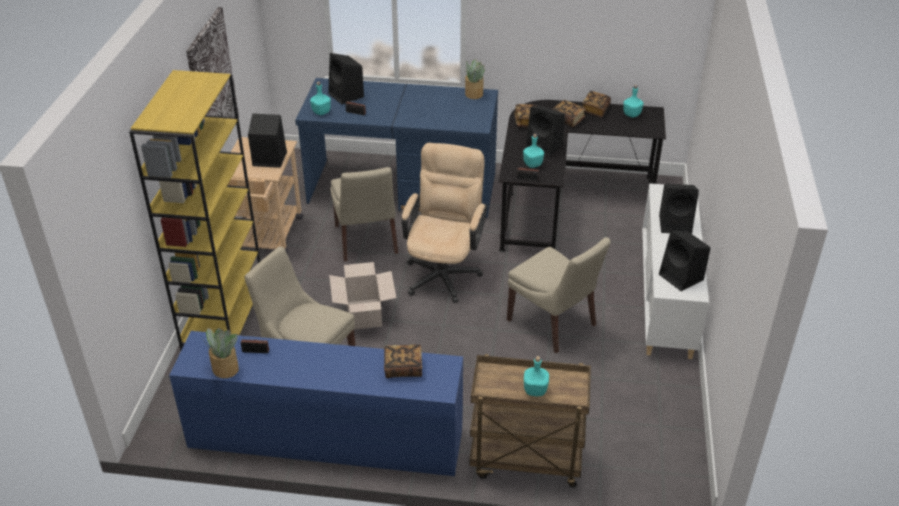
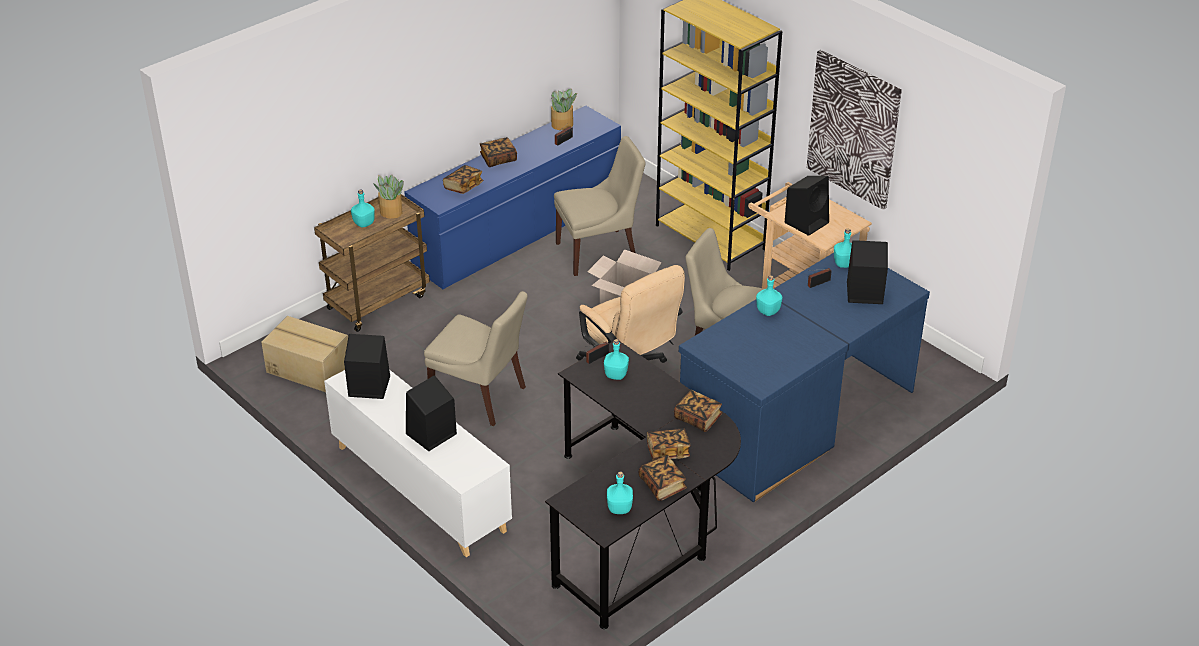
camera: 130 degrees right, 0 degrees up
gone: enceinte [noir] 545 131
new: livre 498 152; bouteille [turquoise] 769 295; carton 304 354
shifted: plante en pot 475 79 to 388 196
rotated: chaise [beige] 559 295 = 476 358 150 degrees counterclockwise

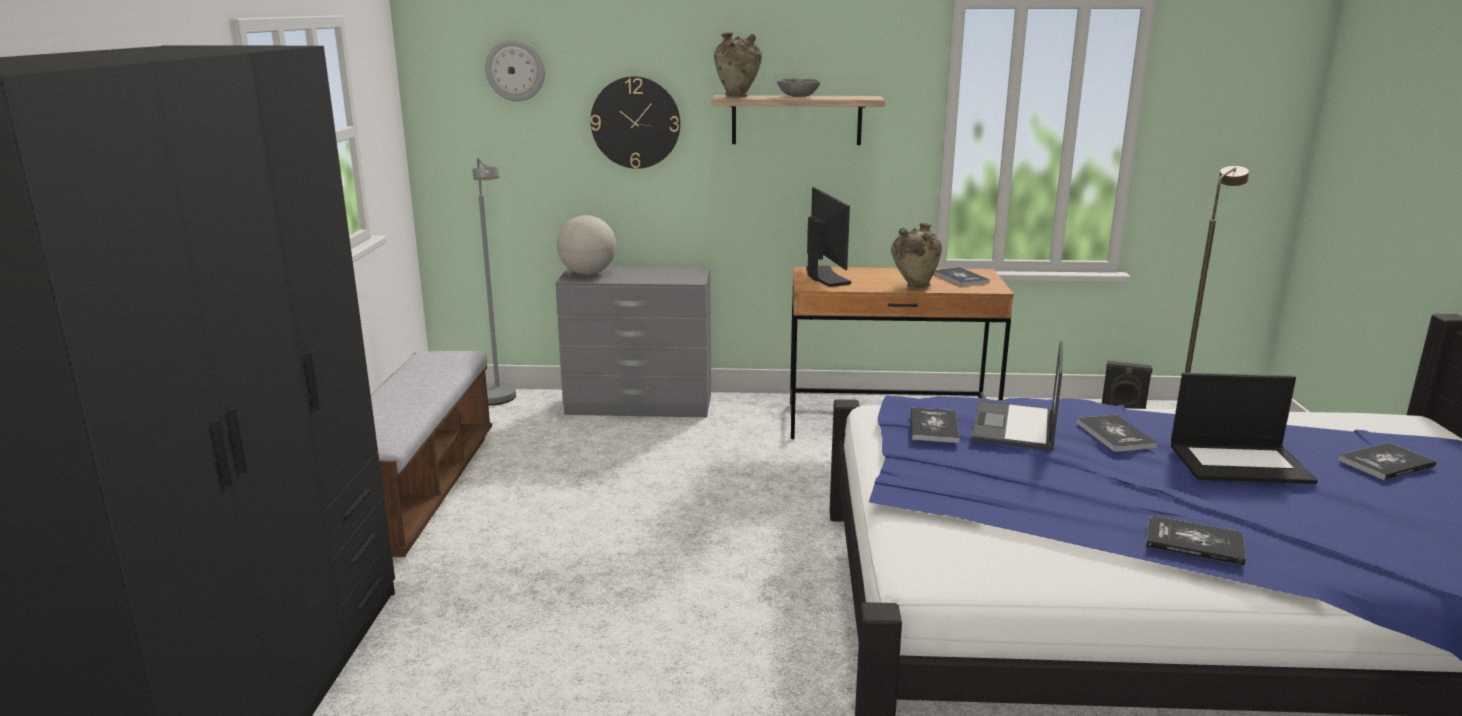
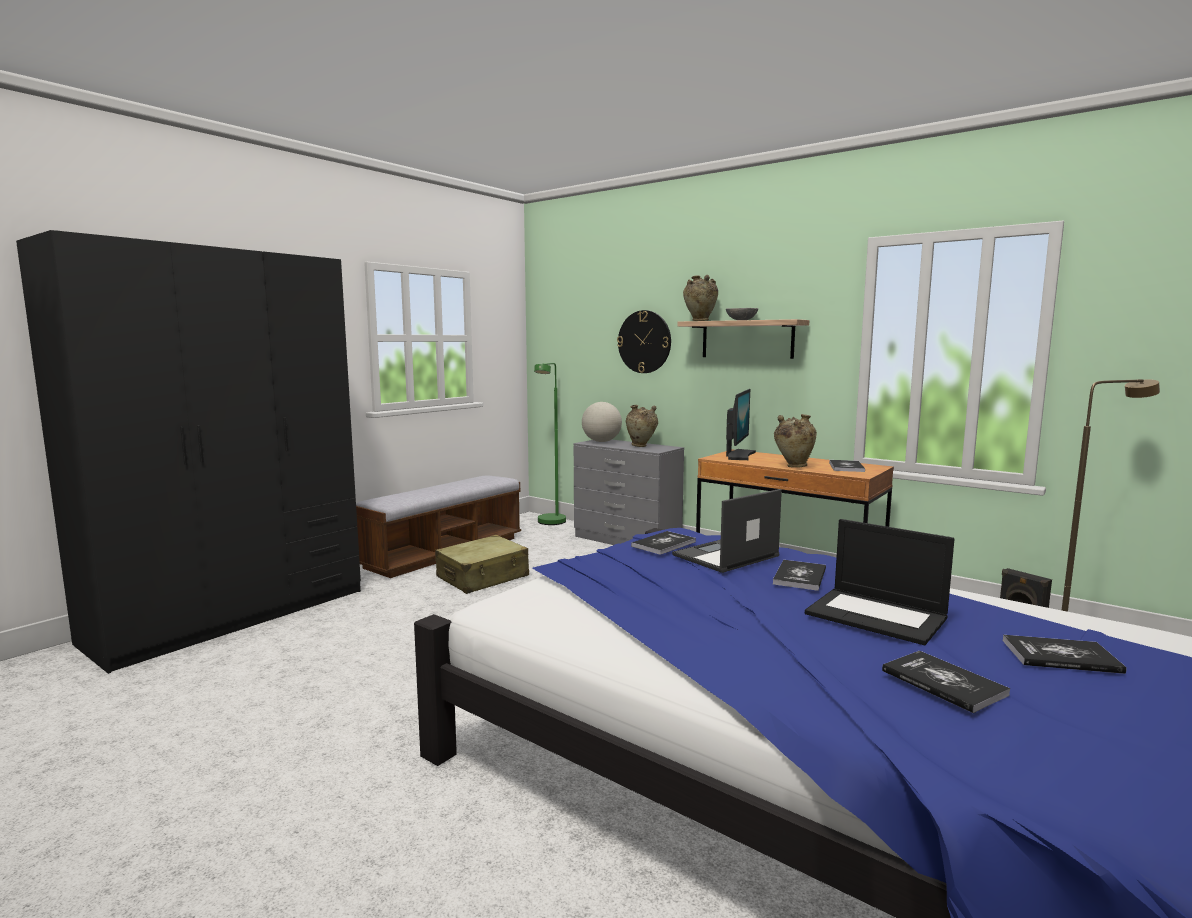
camera: 35 degrees right, 10 degrees down
gone: horloge murale 515 70
new: vase [beige] 642 426; valise [beige] 482 564
shifted: livre 1196 540 to 946 682
repainted: lampadaire [gris] 494 281 to lampadaire [vert] 550 444

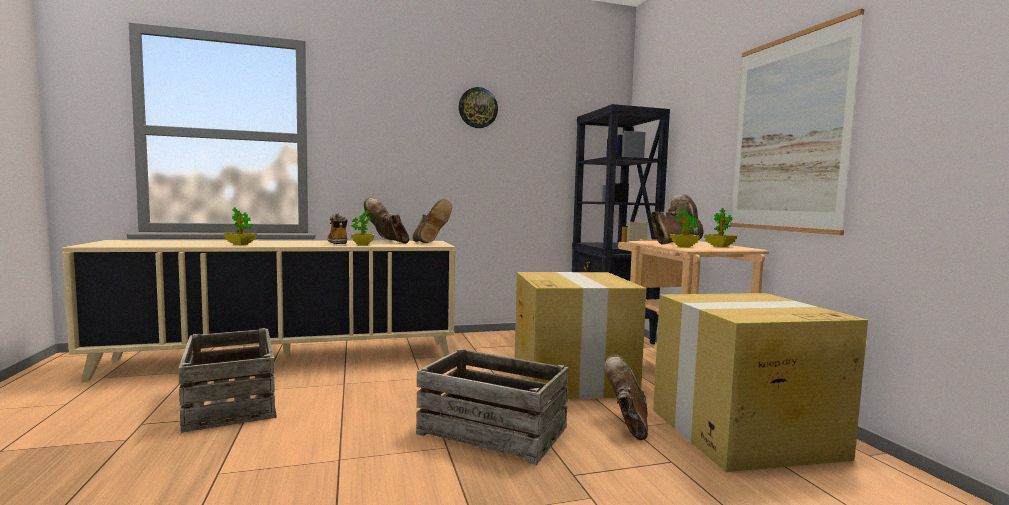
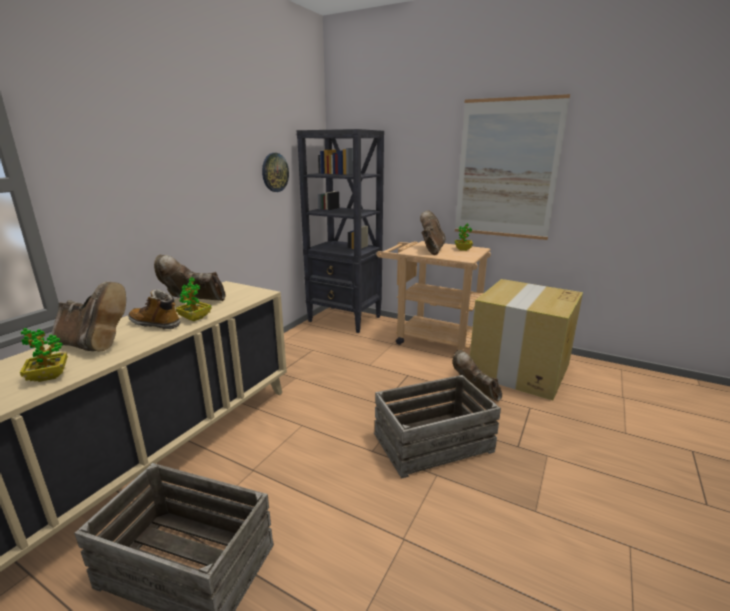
camera: 45 degrees left, 15 degrees up
gone: plante en pot 685 227; carton 581 335
shifted: horloge murale 478 107 to 275 172; botte [marron] 432 221 to 89 316

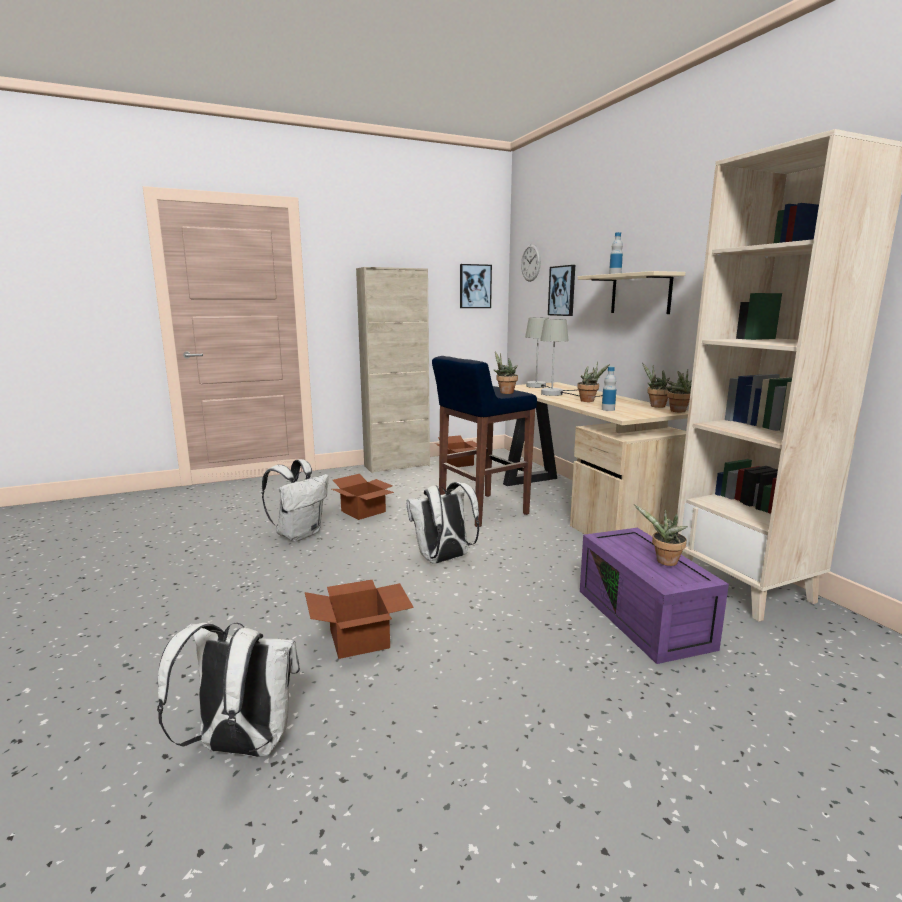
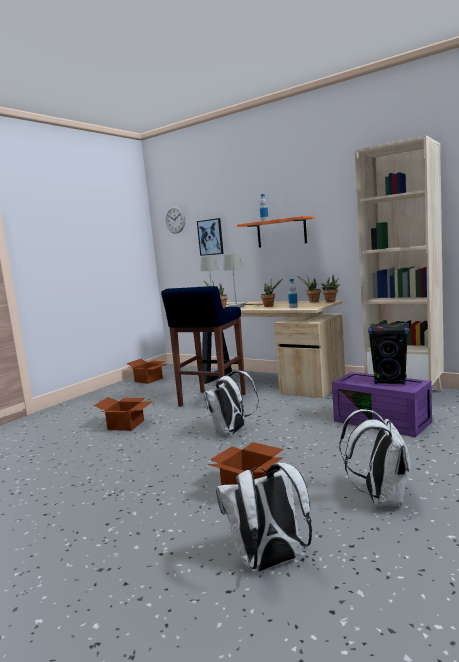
camera: 30 degrees left, 5 degrees down
gone: tableau 476 286; meuble de rangement [beige] 393 370
shifted: sac à dos [blanc] 295 500 to 375 458
swapped: plante en pot 661 535 to enceinte [noir] 388 353
repainted: étagère [beige] 631 292 to étagère [orange] 275 232

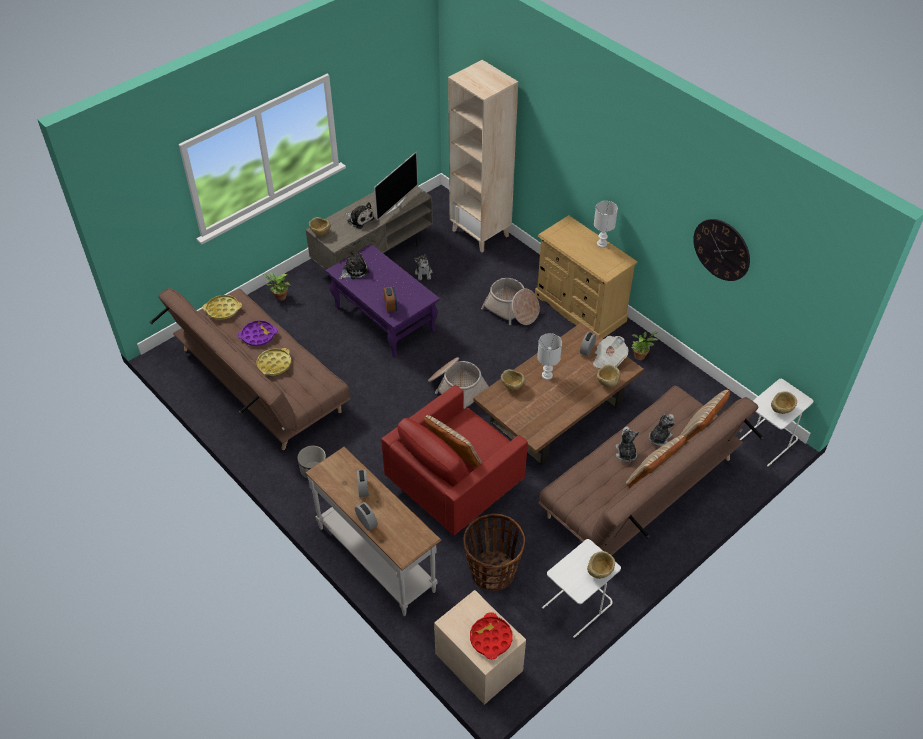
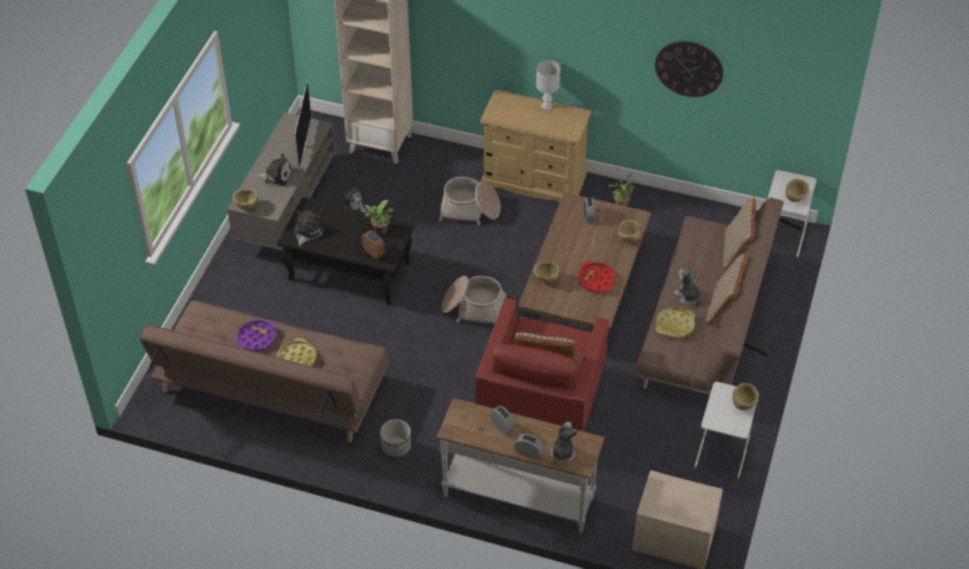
camera: 30 degrees left, 0 degrees up
gone: lampe de table [blanc] 549 356; journal 610 352; panier 494 552
shifted: plante en pot 277 286 to 377 217; plateau [jaune] 222 307 to 675 322; peluche 662 430 to 564 442; plateau [rouge] 491 635 to 597 276
repainted: table basse [violet] 383 300 to table basse [noir] 346 251

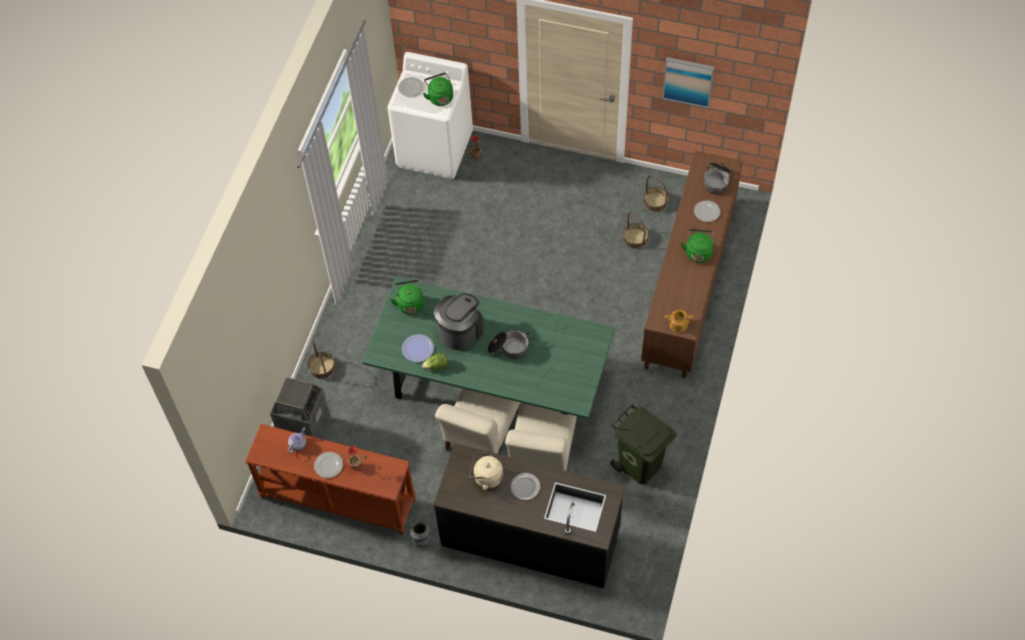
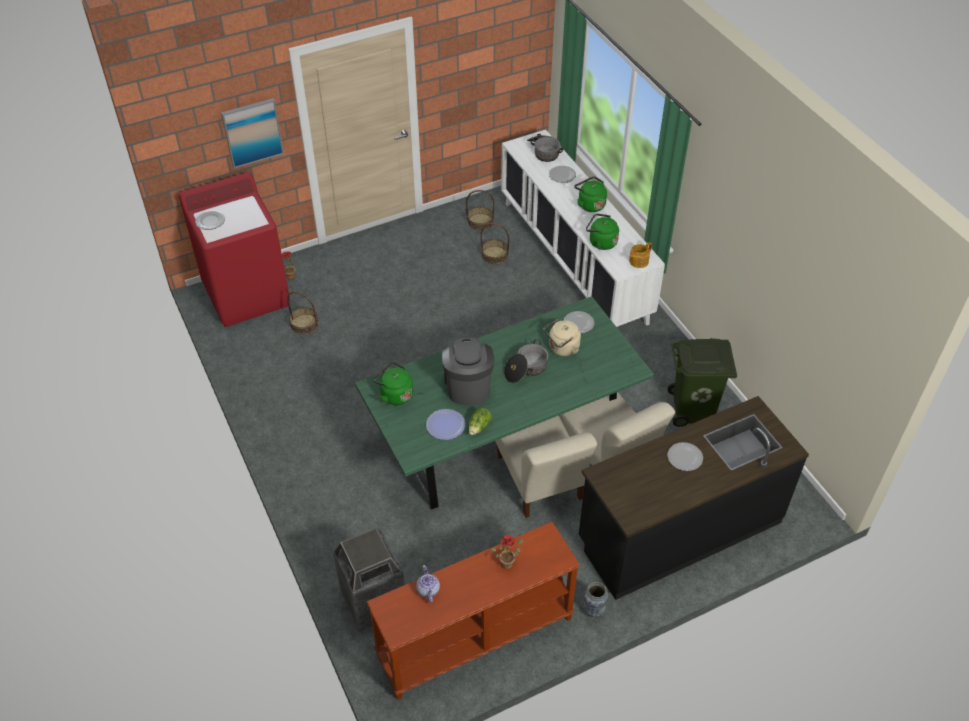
camera: 45 degrees left, 10 degrees down
shifted: tableau 688 82 to 252 133; bouilloire [vert] 438 89 to 602 231; panier 322 359 to 303 313; assiette 328 465 to 579 322; bouilloire [beige] 486 471 to 562 337
repainted: lave-linge [blanc] 430 115 to lave-linge [rouge] 234 249; meuble de rangement [marron] 692 264 to meuble de rangement [blanc] 583 228

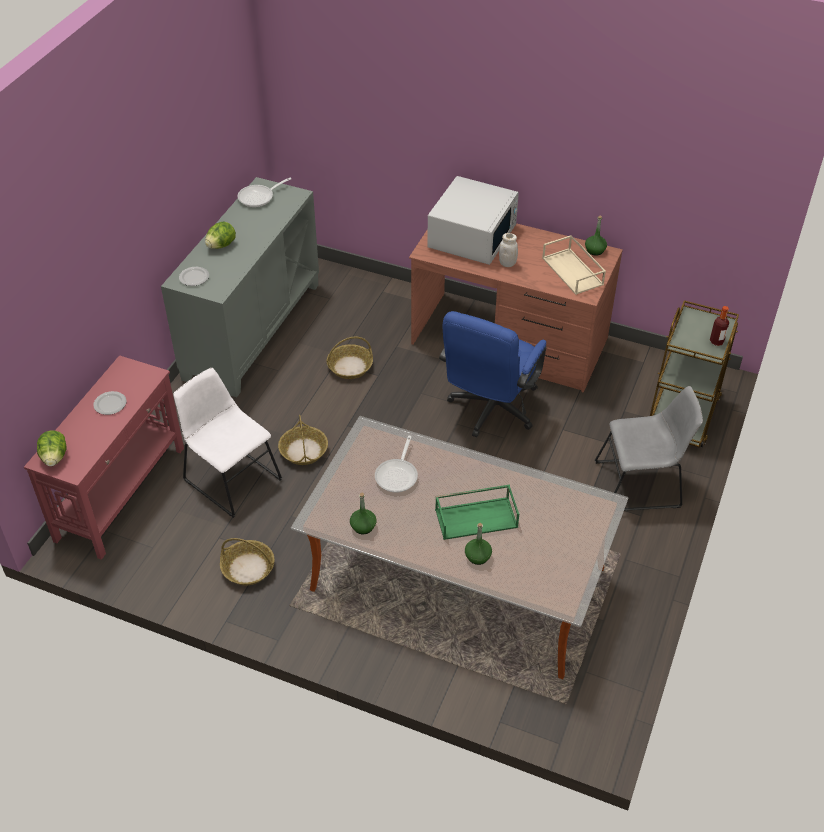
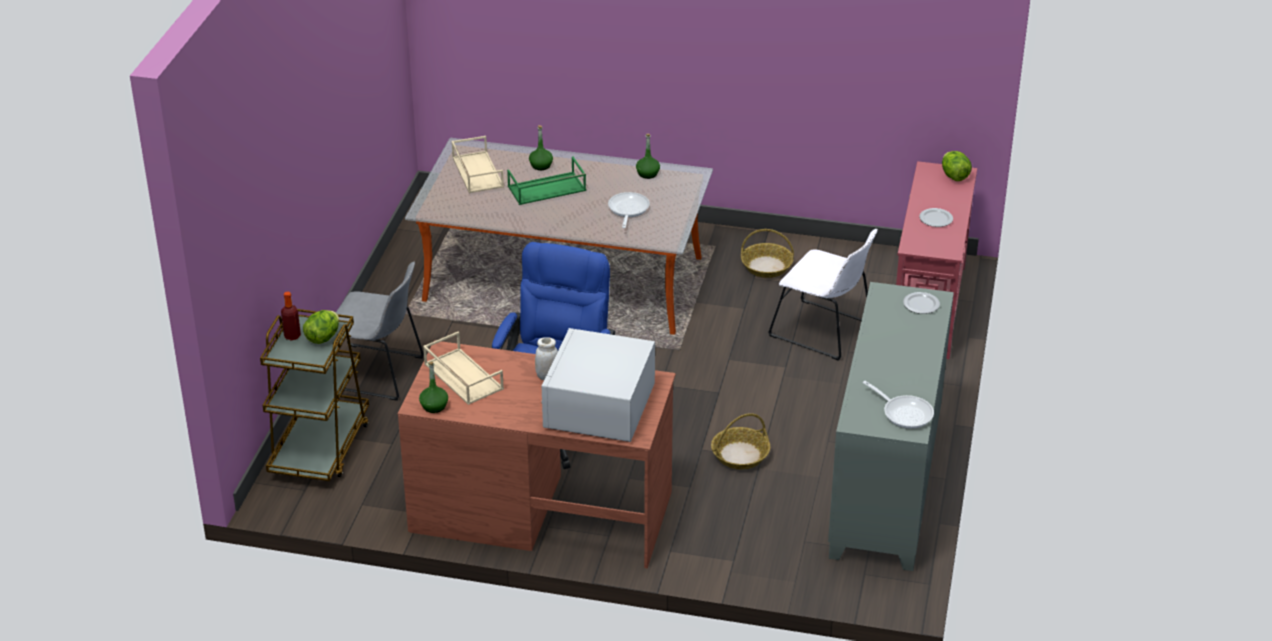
camera: 170 degrees right, 10 degrees down
gone: panier 303 440
new: plateau [beige] 478 164
shifted: laitue 220 235 to 321 327
rotated: poêle 264 192 = 898 405 90 degrees clockwise; chaise [gris] 649 448 = 380 331 150 degrees counterclockwise

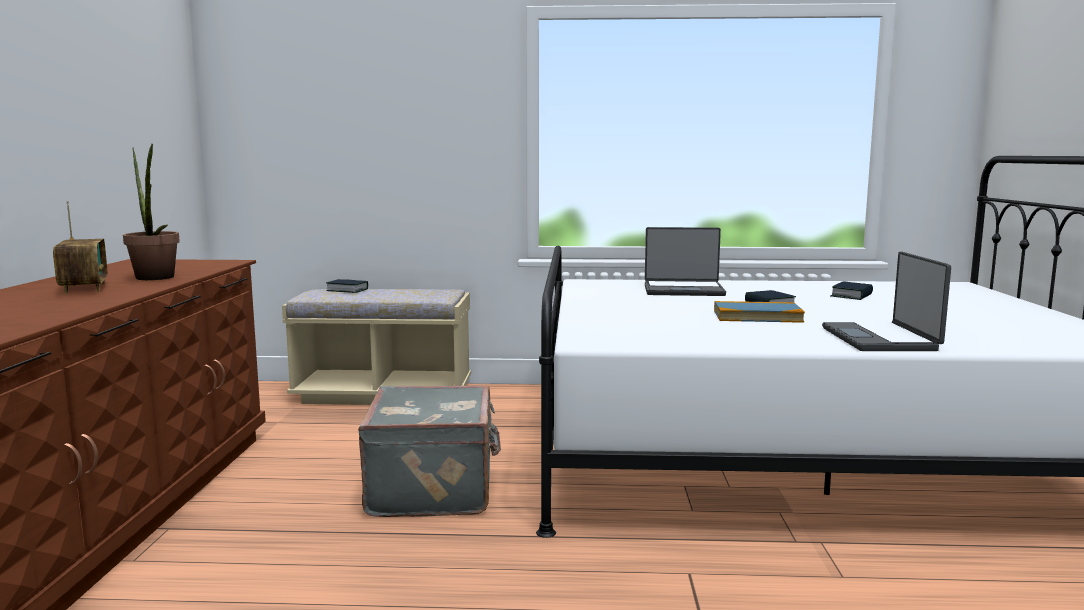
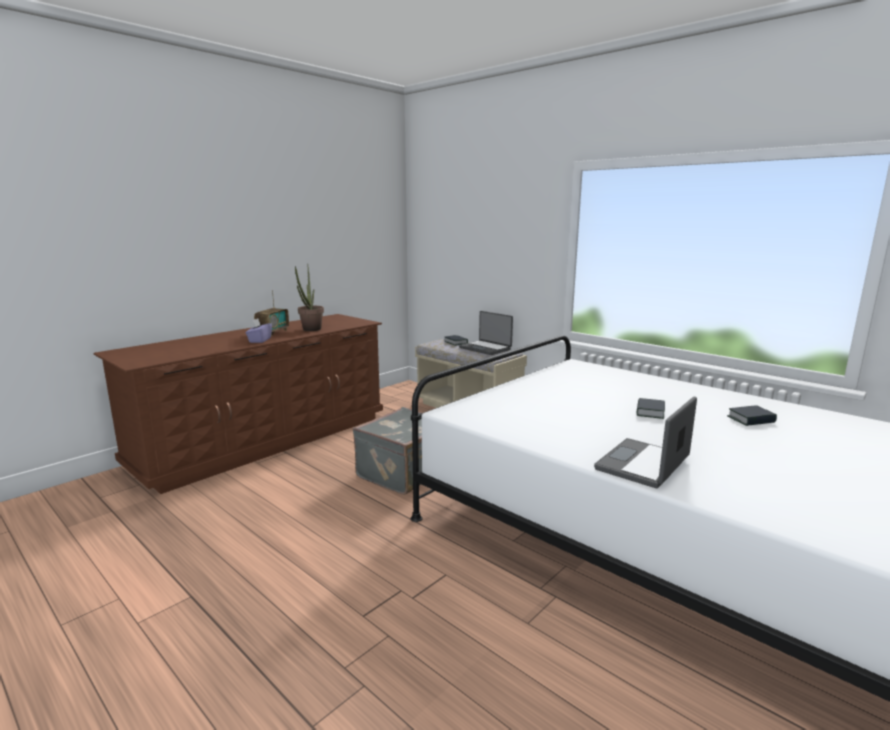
camera: 40 degrees right, 5 degrees up
gone: livre 759 312
new: boîte à mouchoirs [violet] 258 331
shifted: ordinateur portable 685 261 to 486 333

